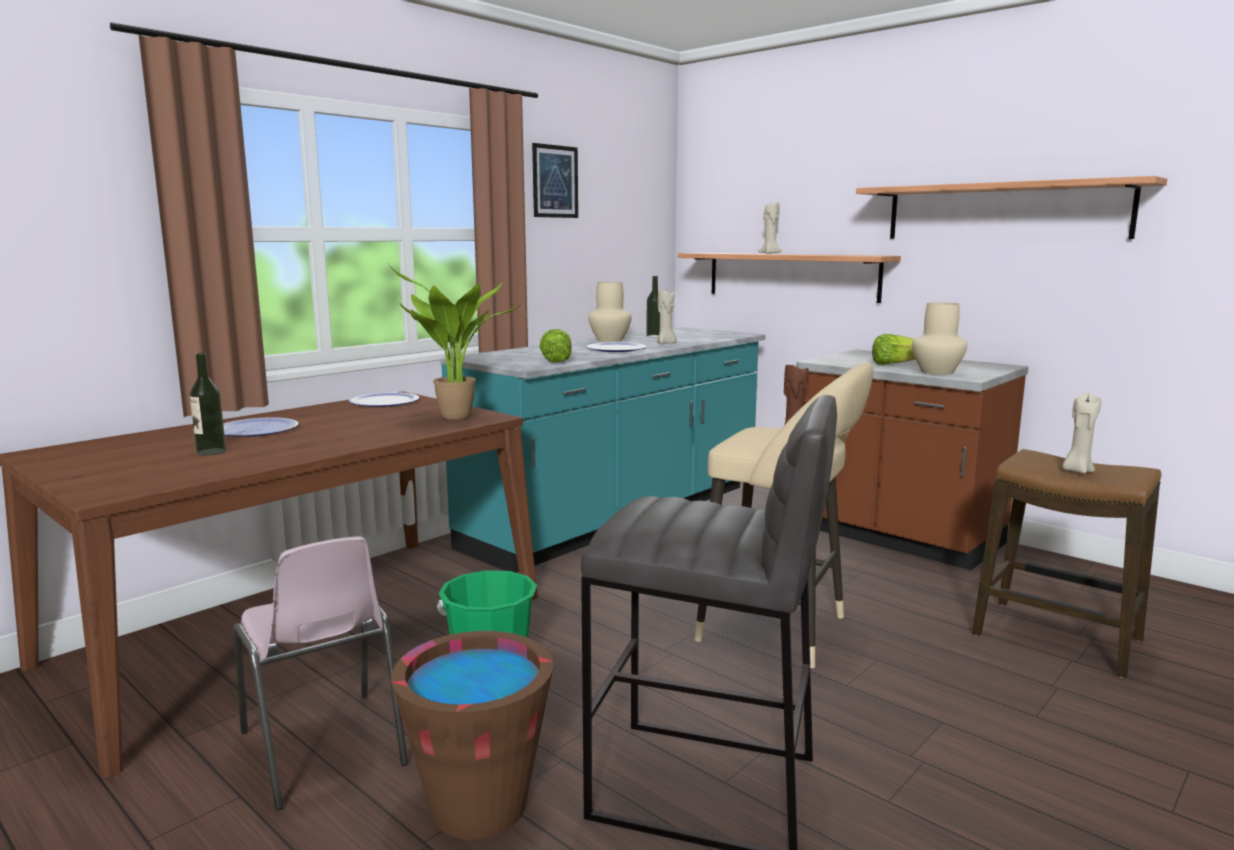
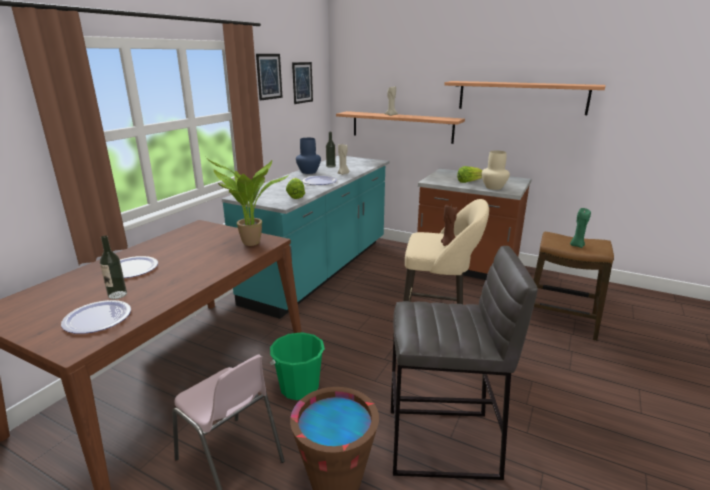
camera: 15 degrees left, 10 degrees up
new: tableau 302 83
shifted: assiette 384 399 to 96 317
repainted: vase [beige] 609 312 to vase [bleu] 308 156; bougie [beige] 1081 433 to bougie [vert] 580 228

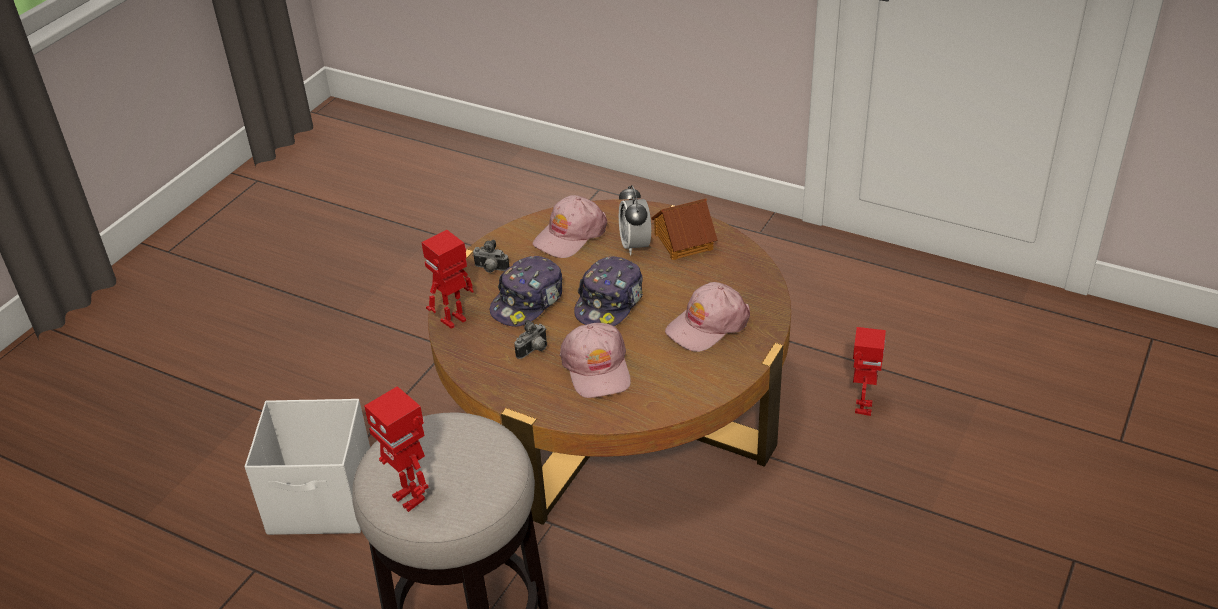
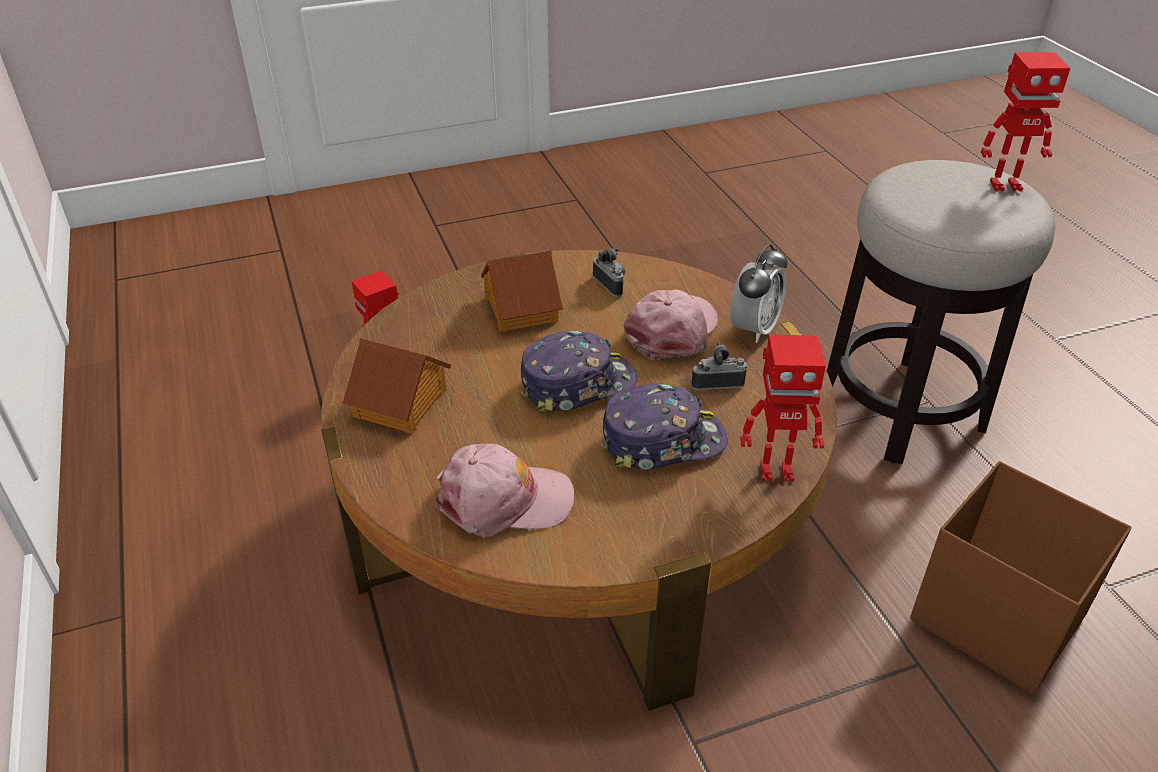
camera: 140 degrees left, 0 degrees up
shifted: réveil 635 220 to 759 293; appareil photo 490 256 to 609 272
swapped: casquette [rose] 707 317 to maison miniature 522 291
repainted: boîte de rangement [blanc] 307 467 to boîte de rangement [marron] 1021 577
rotated: robot jouet 396 449 = 1025 121 90 degrees clockwise

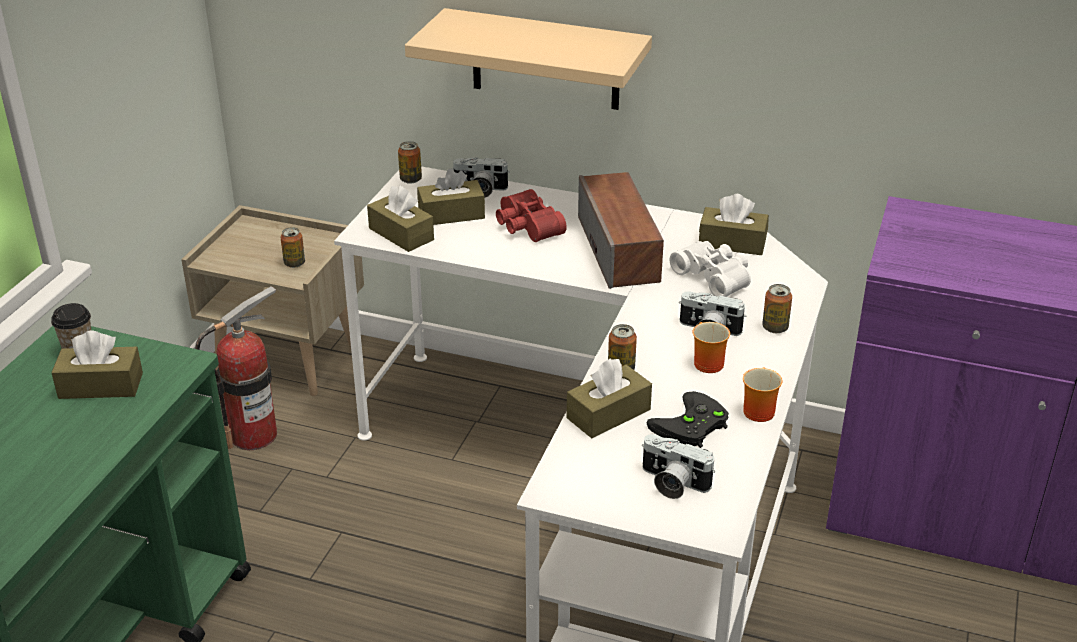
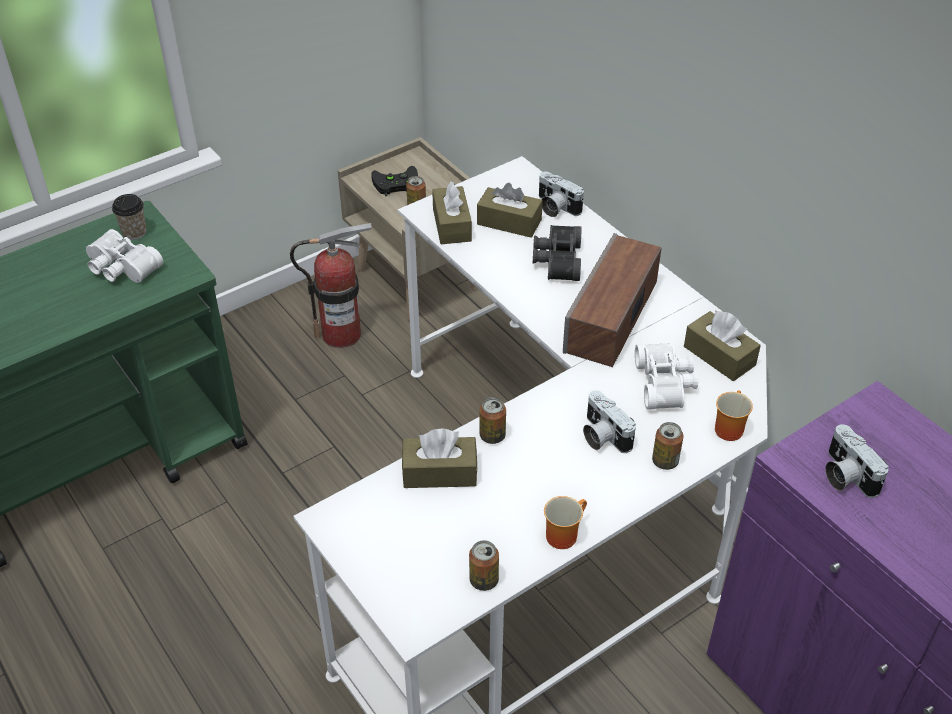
camera: 35 degrees right, 10 degrees up
gone: étagère [beige] 528 59
shifted: boîte métallique 410 162 to 484 565; mug 711 347 to 734 415; manette [noir] 687 419 to 394 181; appareil photo 678 466 to 857 461
swapped: boîte à mouchoirs [marron] 97 364 to jumelles [blanc] 124 256
repainted: jumelles [rouge] 531 215 to jumelles [noir] 557 253

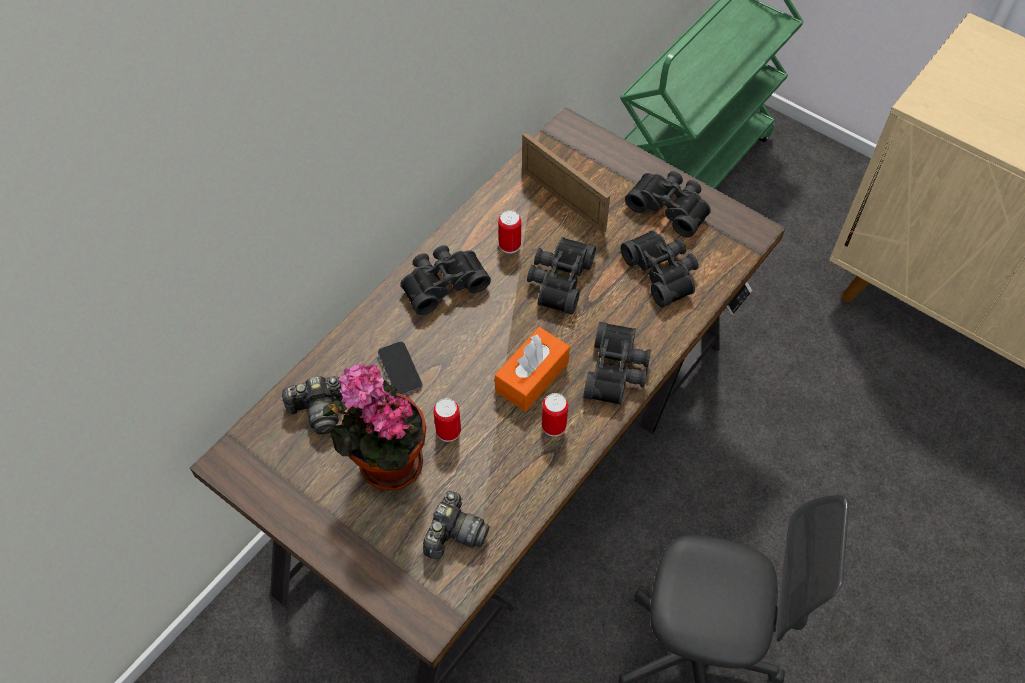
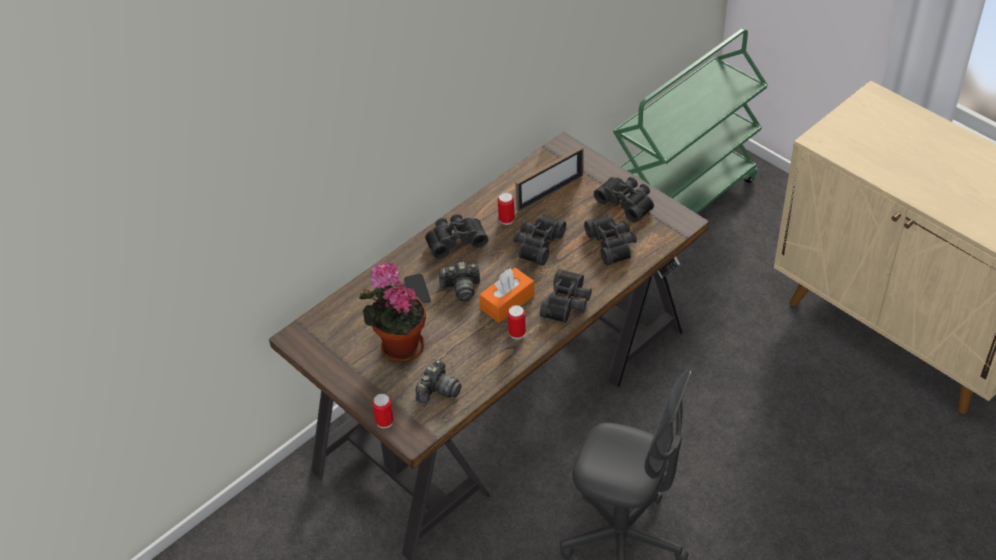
camera: 10 degrees right, 10 degrees down
shifted: appareil photo 312 405 to 458 281; boîte métallique 447 420 to 383 411
rotated: cadre photo 566 182 = 549 179 90 degrees clockwise

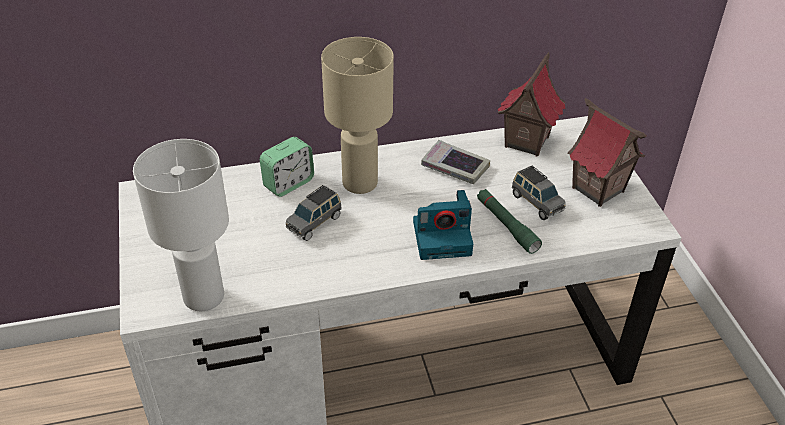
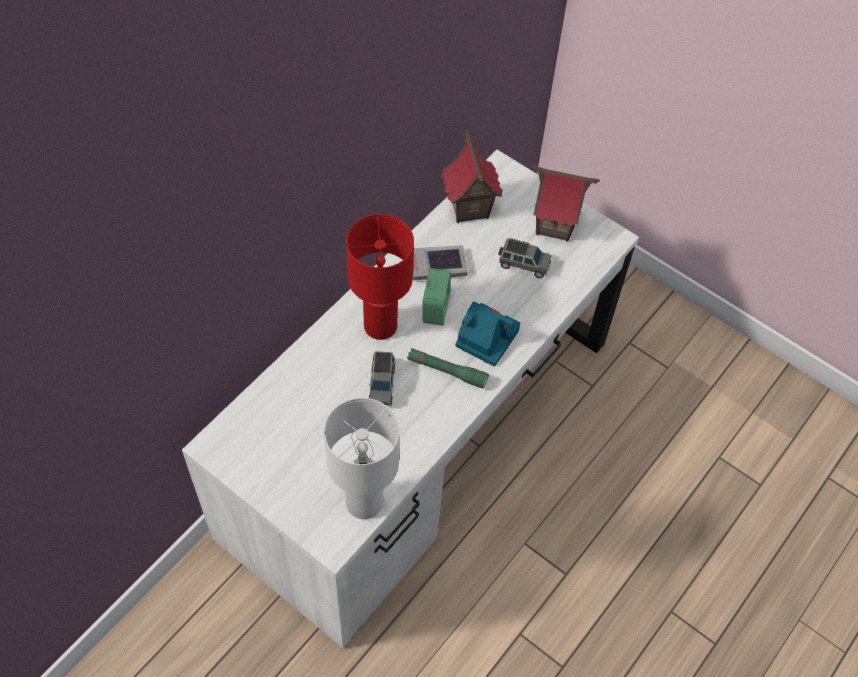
camera: 40 degrees left, 15 degrees up
shifted: réveil 287 167 to 436 296; lampe de poche [vert] 509 221 to 448 368
repainted: lampe de table [beige] 357 115 to lampe de table [rouge] 380 277
rotated: appareil photo 443 225 = 488 334 105 degrees counterclockwise

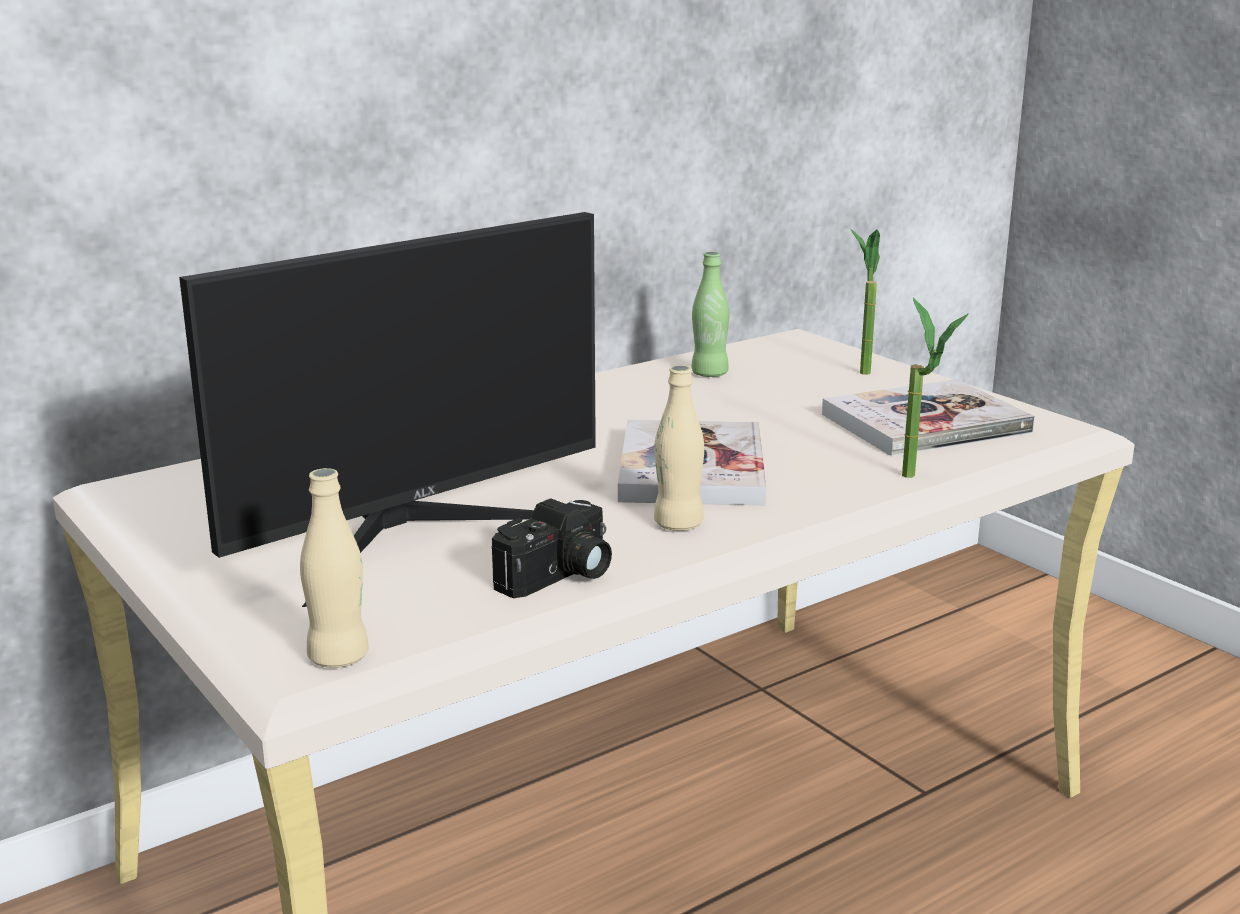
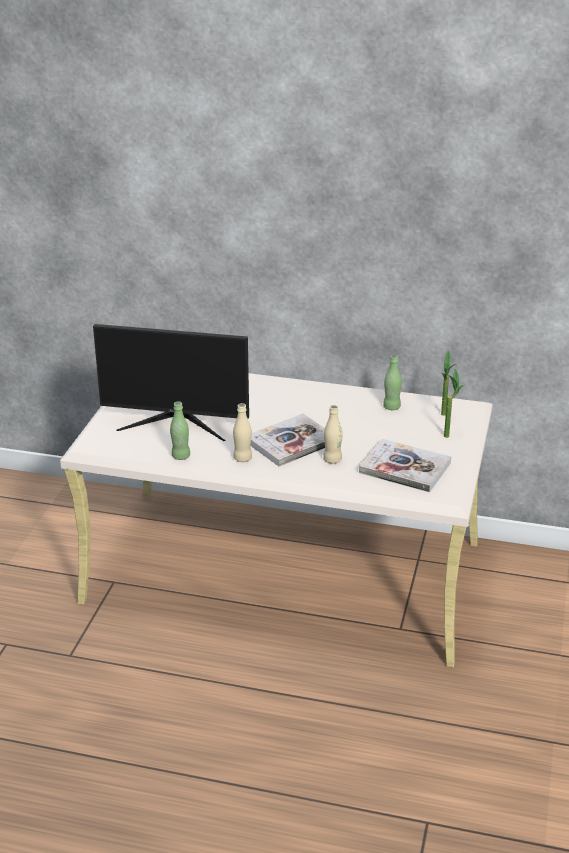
camera: 50 degrees right, 10 degrees up
shifted: plante en pot 935 388 to 448 383; bouteille [beige] 334 568 to 333 434
swapped: appareil photo 552 548 to bouteille [vert] 180 430

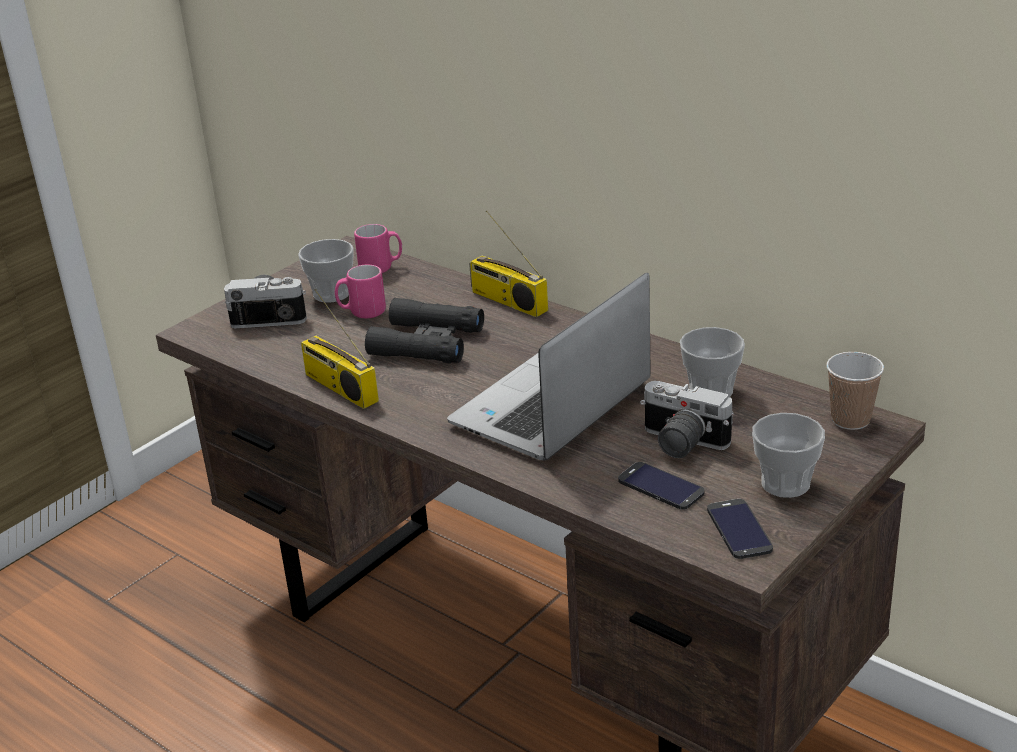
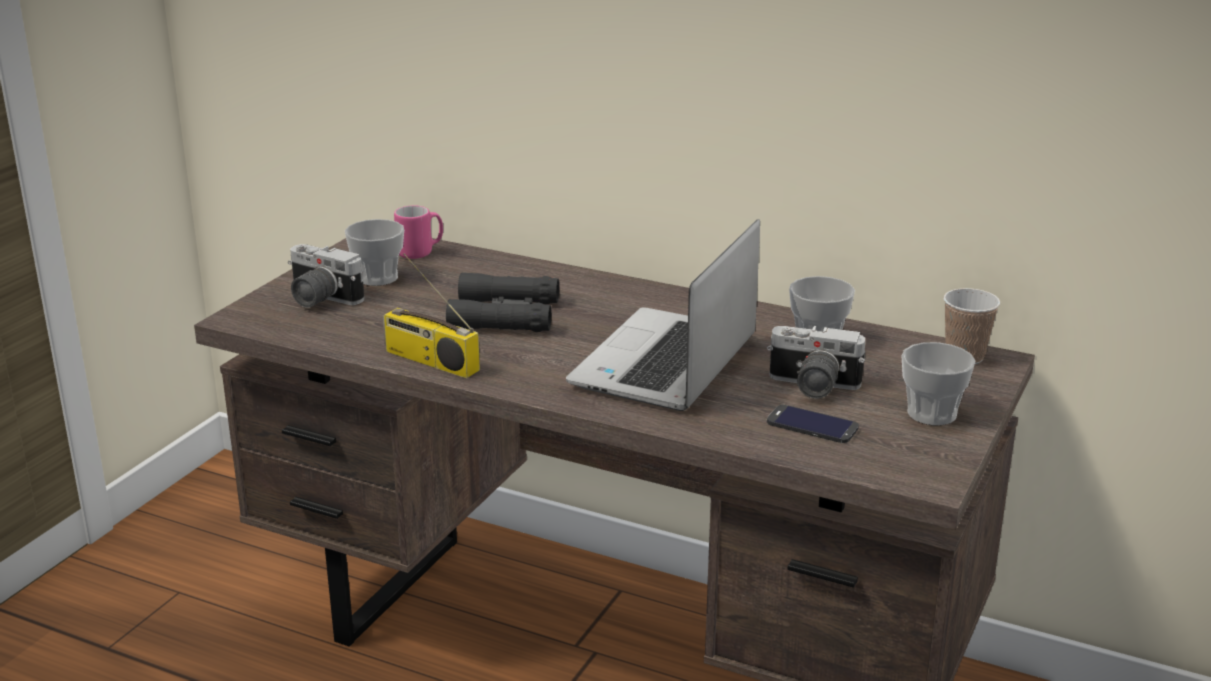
camera: 15 degrees left, 5 degrees down
gone: radio 508 263; mug [rose] 360 292; téléphone 740 529
rotated: appareil photo 265 301 = 326 276 135 degrees counterclockwise

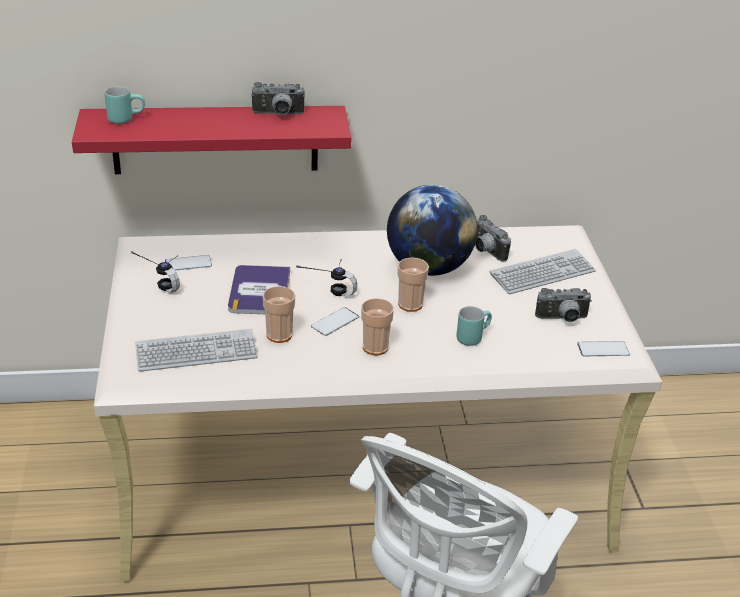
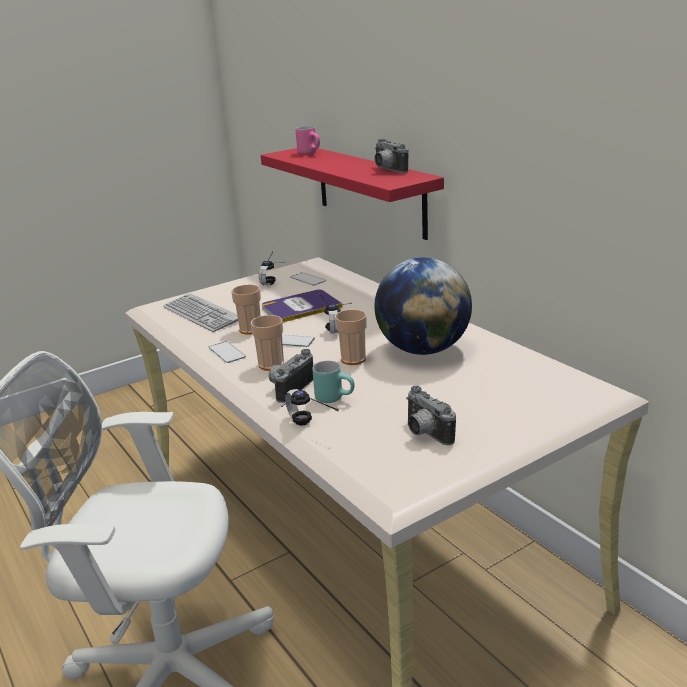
camera: 65 degrees right, 10 degrees down
gone: clavier 543 271
new: casque audio 310 407
shifted: appareil photo 493 238 to 291 376; téléphone 603 348 to 227 352
repainted: mug [turquoise] 125 105 to mug [rose] 308 140

